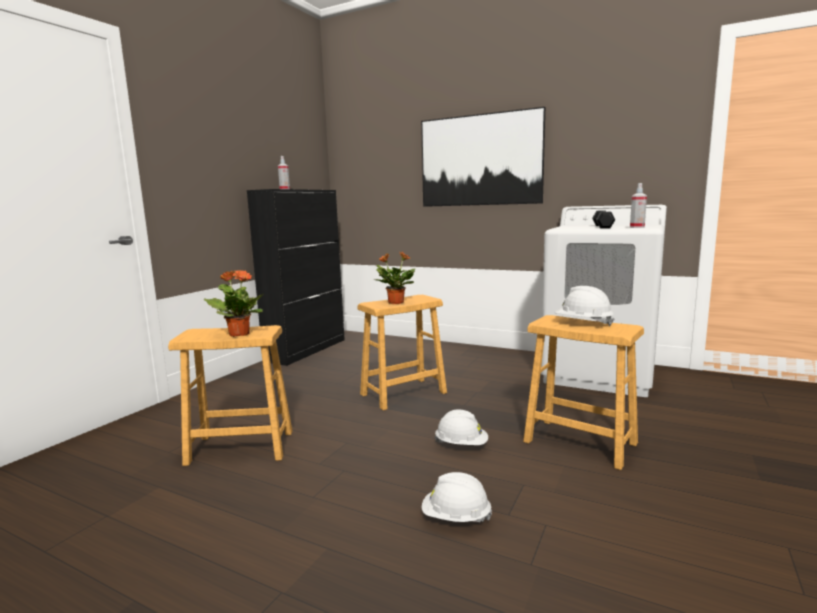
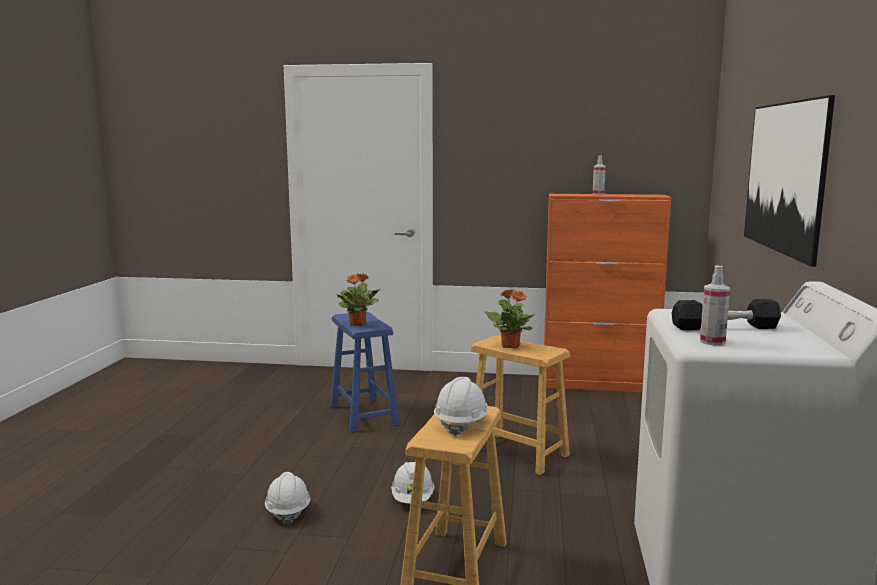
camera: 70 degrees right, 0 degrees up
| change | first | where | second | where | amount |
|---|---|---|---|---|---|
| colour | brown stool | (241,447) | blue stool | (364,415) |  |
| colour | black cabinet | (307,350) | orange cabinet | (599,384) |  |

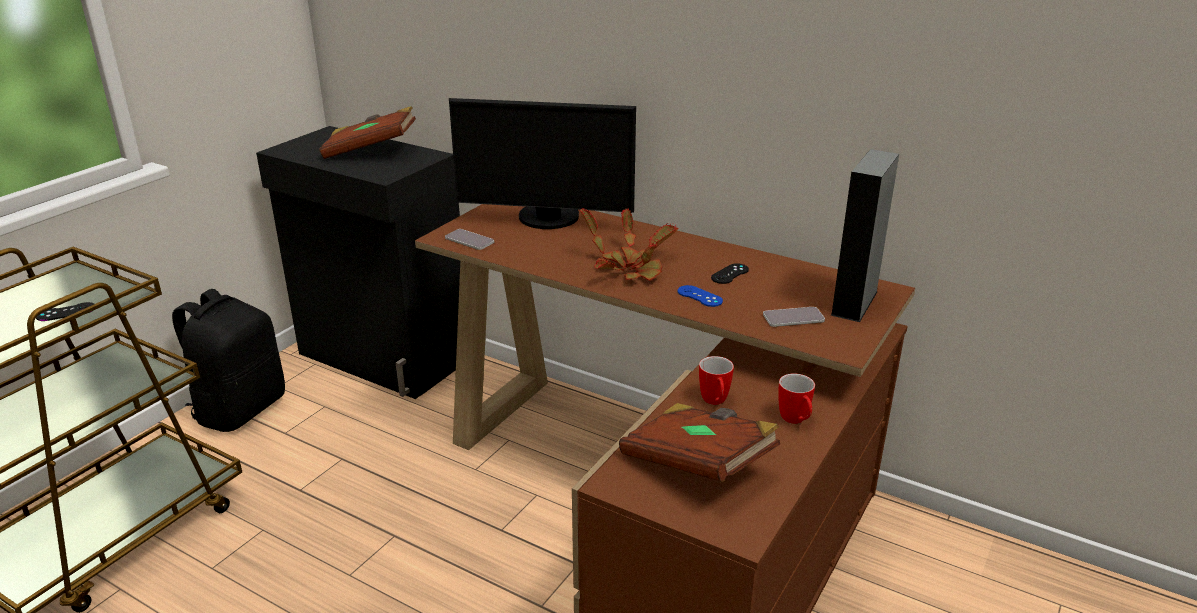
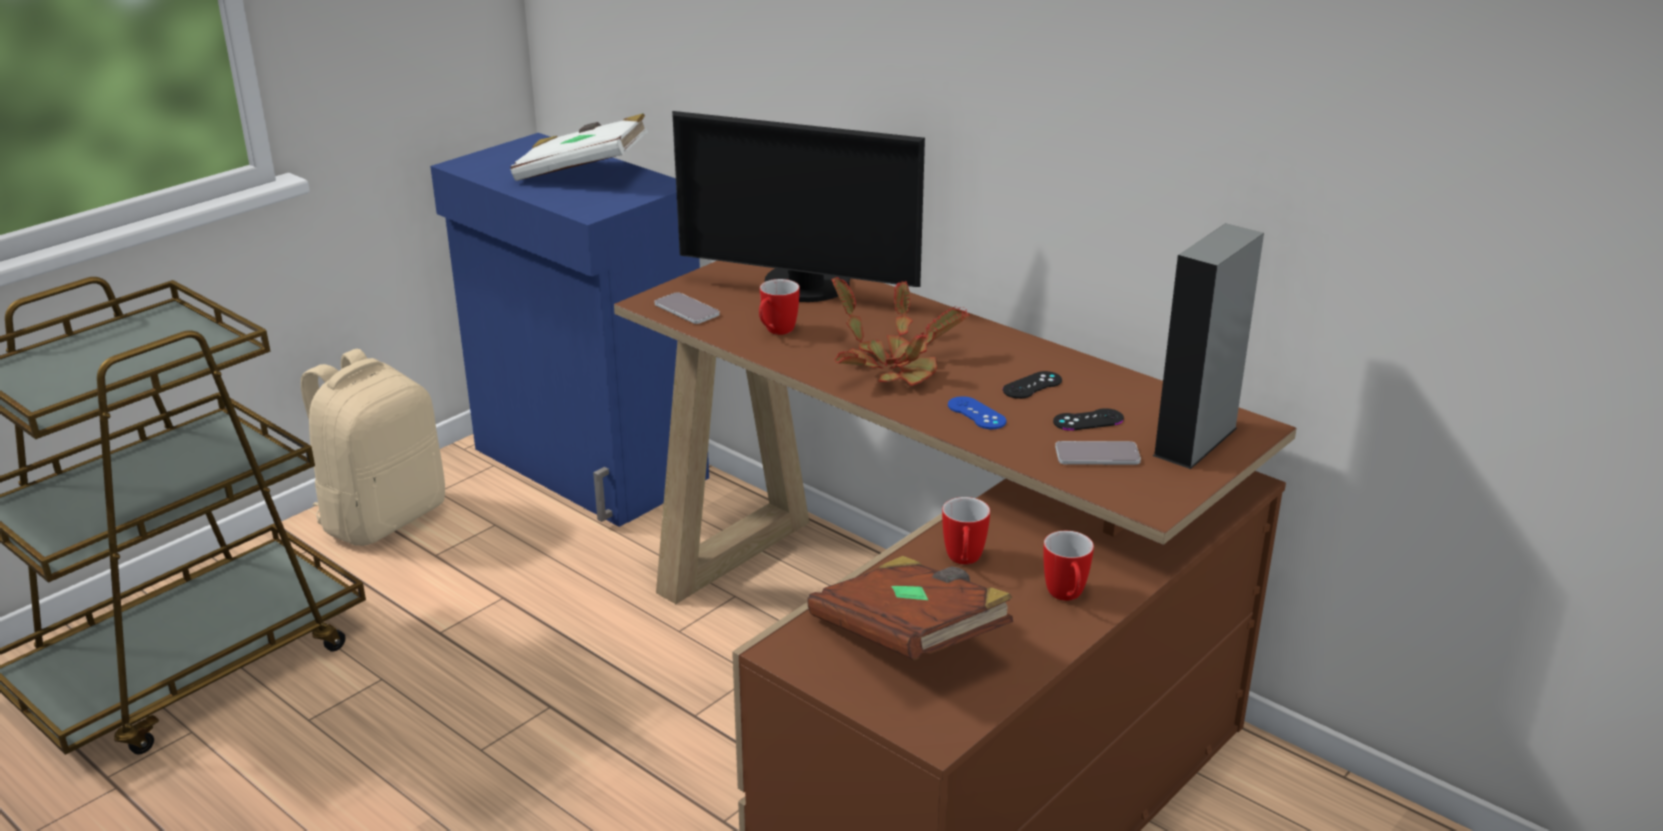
camera: 10 degrees right, 0 degrees up
| change | first | where | second | where | amount |
|---|---|---|---|---|---|
| colour | black backpack | (240,409) | beige backpack | (383,517) |  |
| colour | black cabinet | (383,358) | blue cabinet | (588,465) |  |
| colour | brown book | (370,151) | white book | (582,173) |  |
| appeared |  |  | mug | (776,332) |  |
| relocated | black game controller | (66,312) |  | (1088,420) |  |

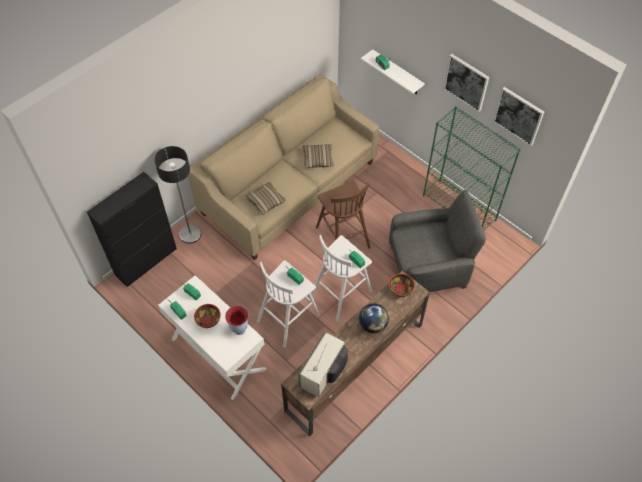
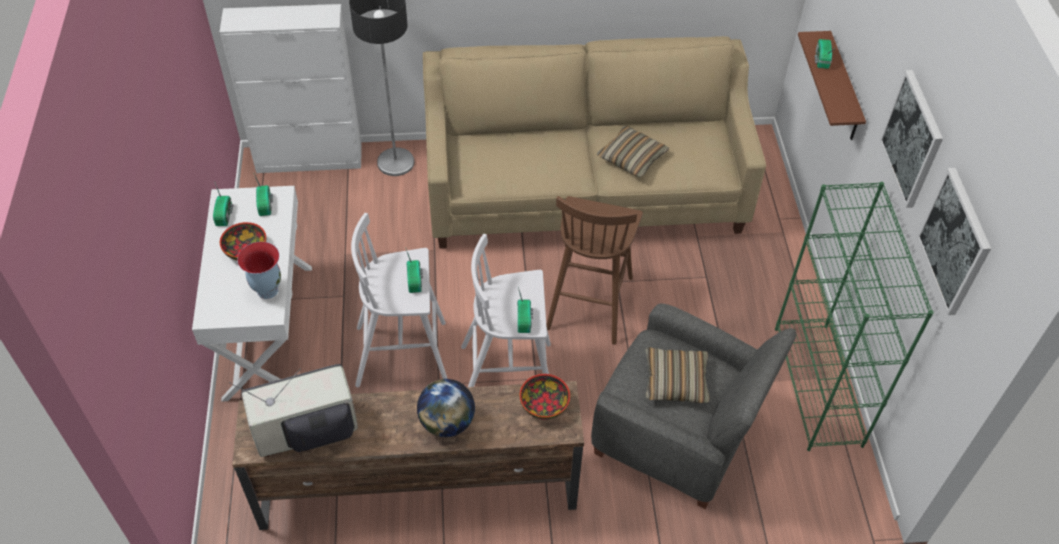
camera: 40 degrees right, 5 degrees down
| change | first | where | second | where | amount |
|---|---|---|---|---|---|
| colour | black cabinet | (146,261) | white cabinet | (310,159) |  |
| relocated | pillow | (265,201) |  | (675,381) |  |
| colour | white shelf | (397,73) | brown shelf | (843,89) |  |

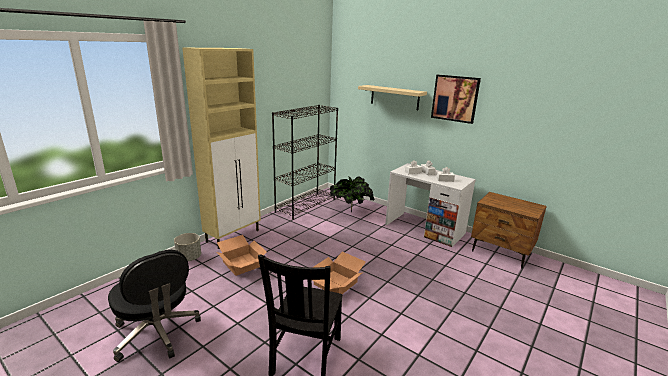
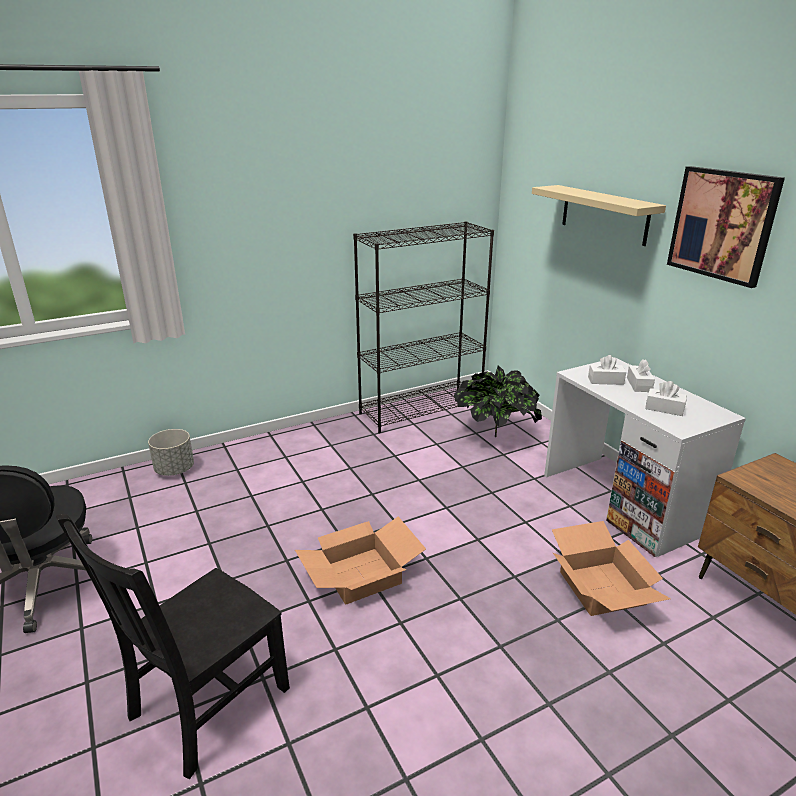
camera: 25 degrees right, 5 degrees up
| change | first | where | second | where | amount |
|---|---|---|---|---|---|
| relocated | cardboard box | (243,264) |  | (603,588) |  |
| missing | beige cabinet | (233,236) |  |  |  |

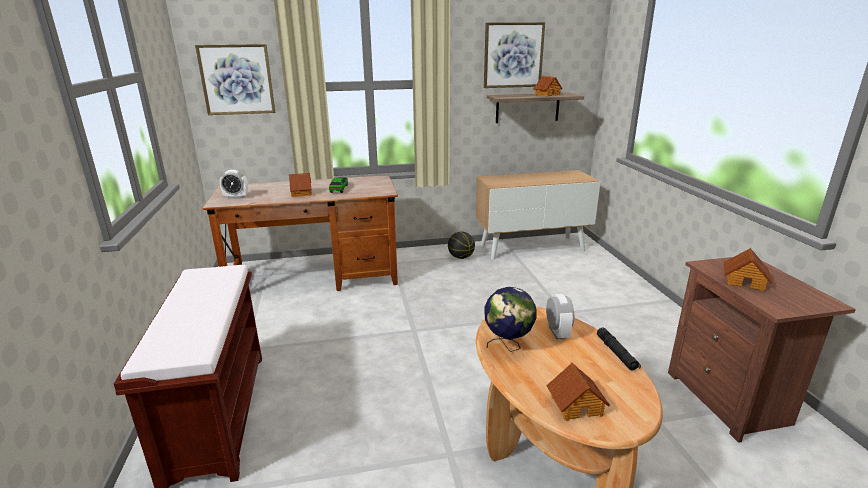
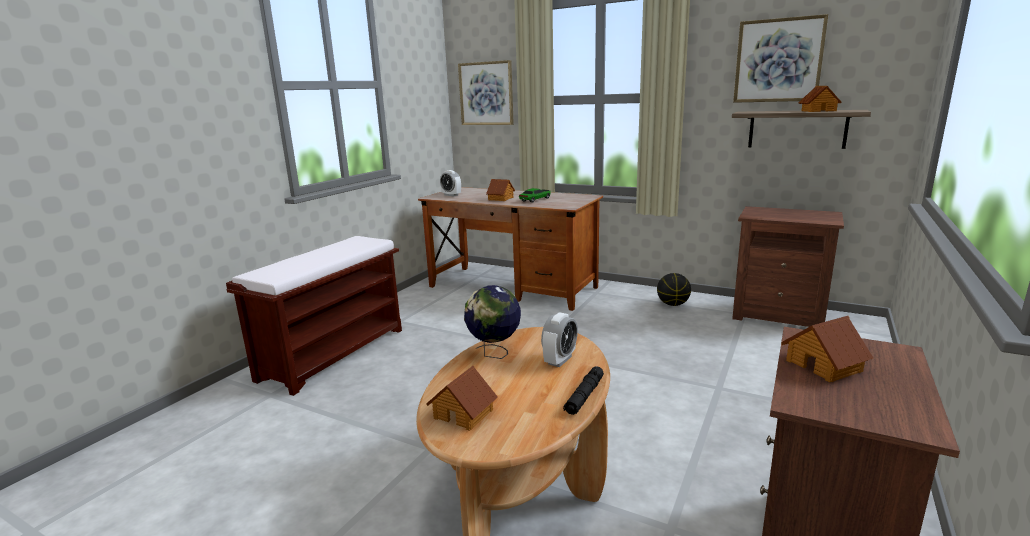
camera: 40 degrees right, 5 degrees down
| change | first | where | second | where | amount |
|---|---|---|---|---|---|
| exchanged | cabinet | (532,247) | brown nightstand | (779,315) |  |

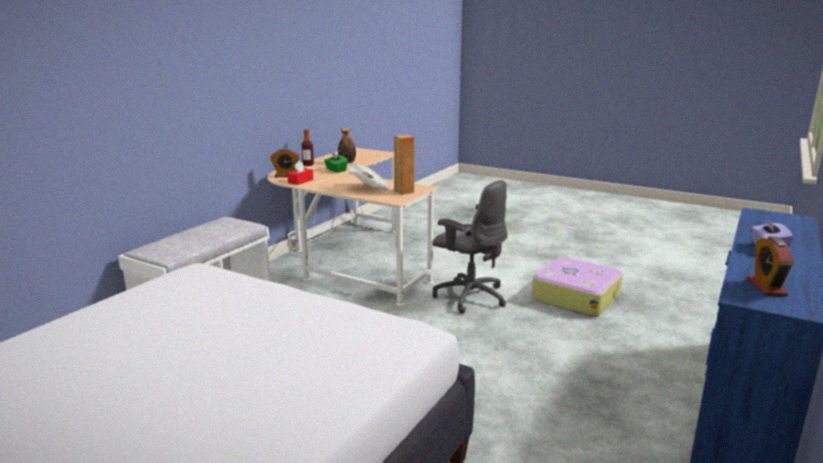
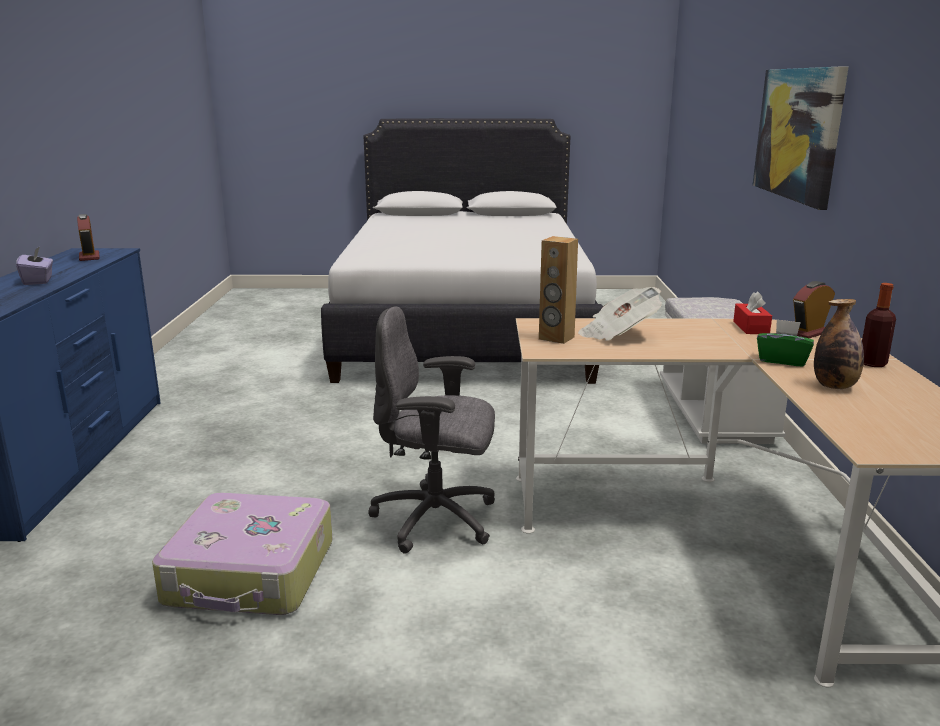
camera: 150 degrees right, 0 degrees up
| change | first | where | second | where | amount |
|---|---|---|---|---|---|
| appeared |  |  | picture | (797,134) |  |

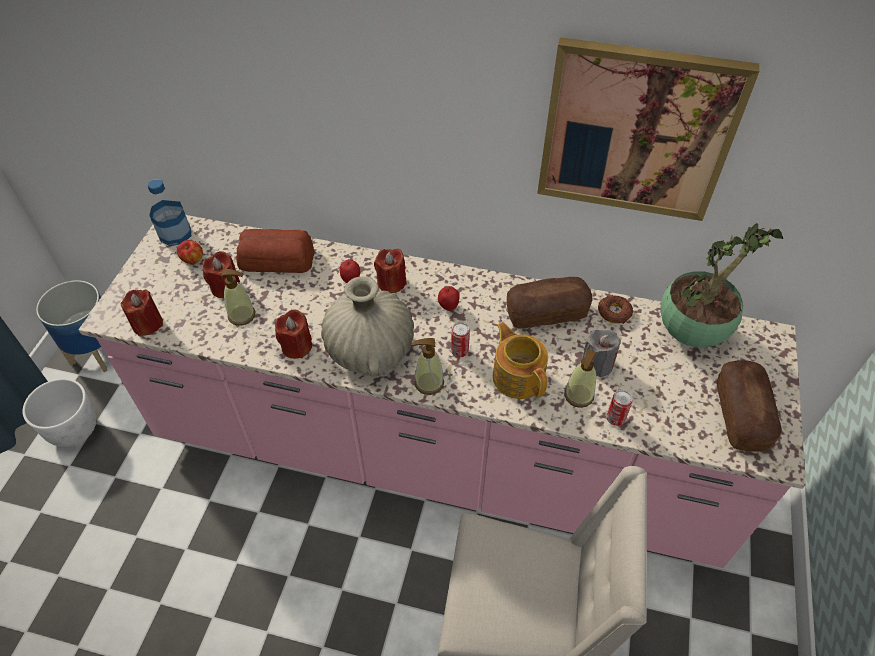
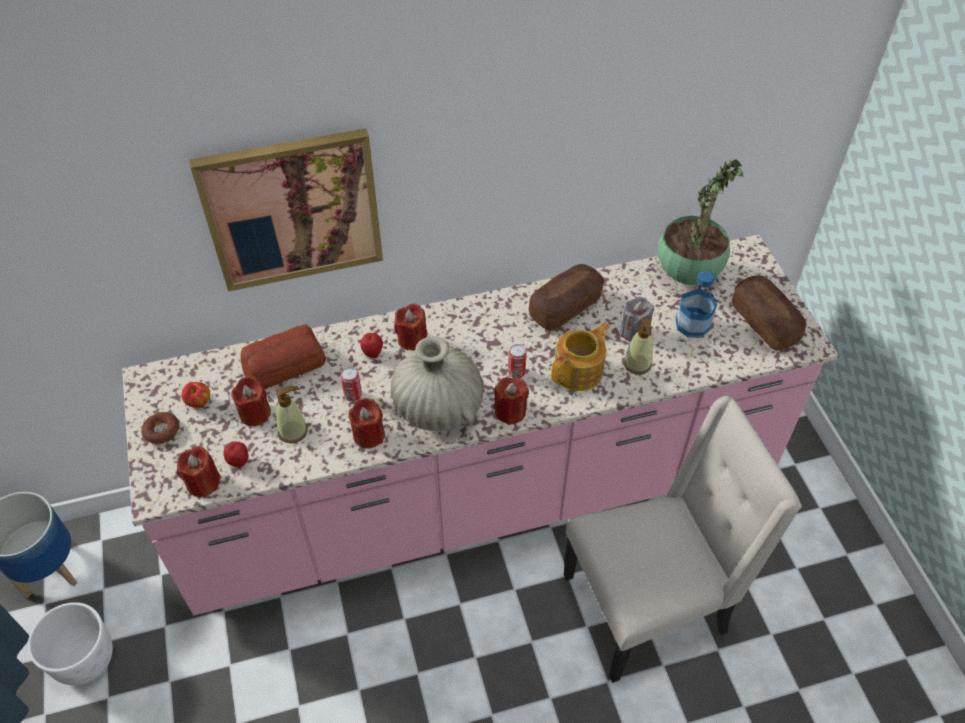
camera: 30 degrees left, 0 degrees up
| change | first | where | second | where | amount |
|---|---|---|---|---|---|
| relocated | donut | (614,312) |  | (162,431) |  |
| relocated | picture | (636,131) |  | (292,209) |  |
| relocated | apple | (448,307) |  | (239,462) |  |
| relocated | can | (615,418) |  | (353,395) |  |
| exchanged | soap dispenser | (428,383) | red candle | (510,411) |  |
| spun | teapot | (518,376) |  | (579,371) | 105 degrees clockwise |
| relocated | bottle | (175,234) |  | (692,325) |  |

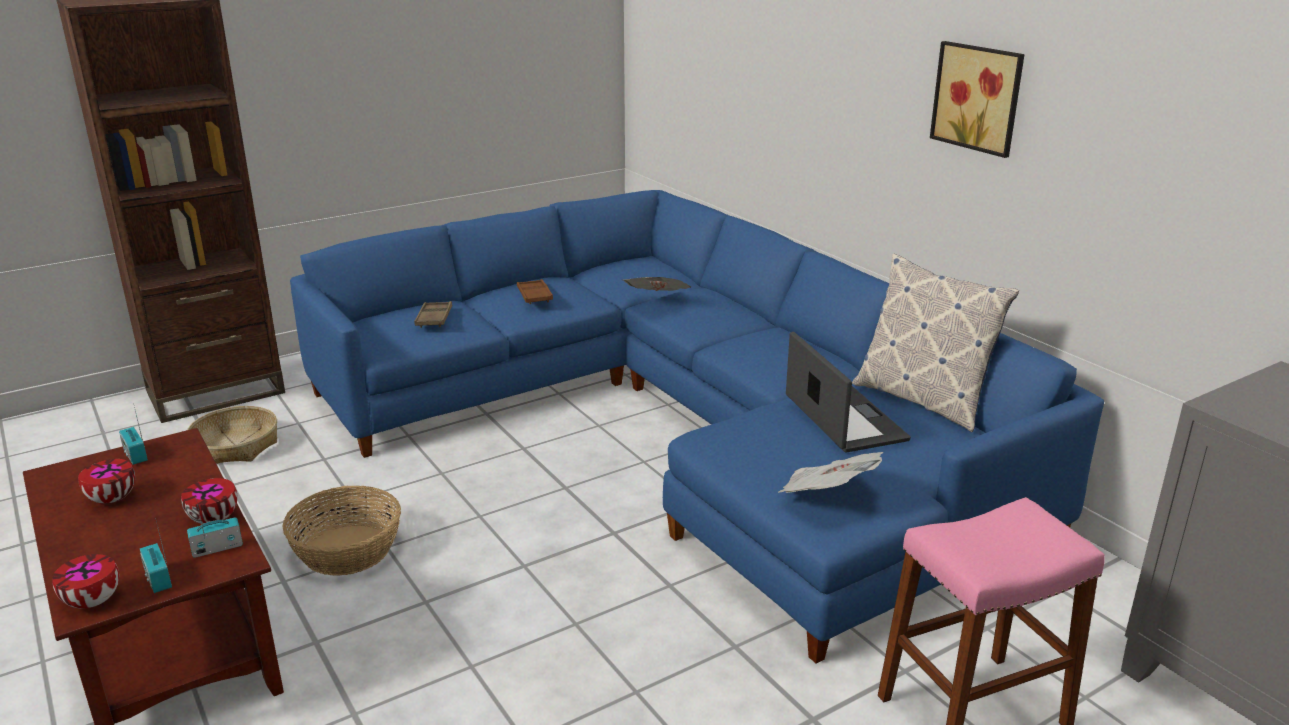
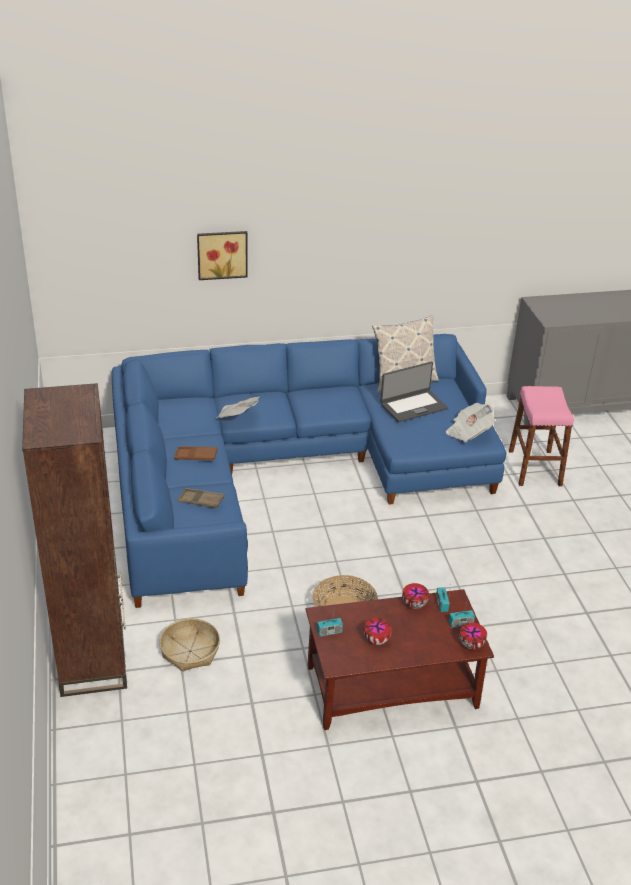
camera: 70 degrees left, 10 degrees up
| change | first | where | second | where | amount |
|---|---|---|---|---|---|
| relocated | picture | (979,97) |  | (222,254) |  |
| spun | laptop | (843,419) |  | (413,406) | 150 degrees clockwise |

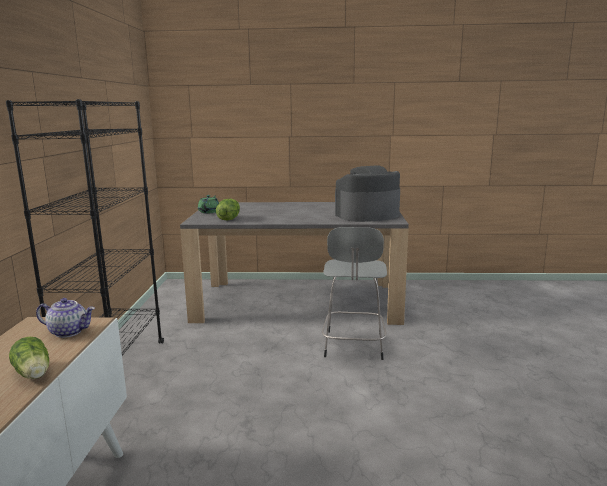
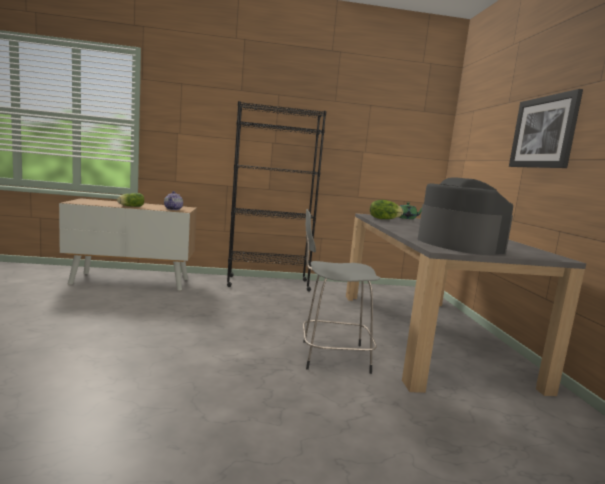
camera: 80 degrees right, 5 degrees down
| change | first | where | second | where | amount |
|---|---|---|---|---|---|
| appeared |  |  | picture | (543,132) |  |

